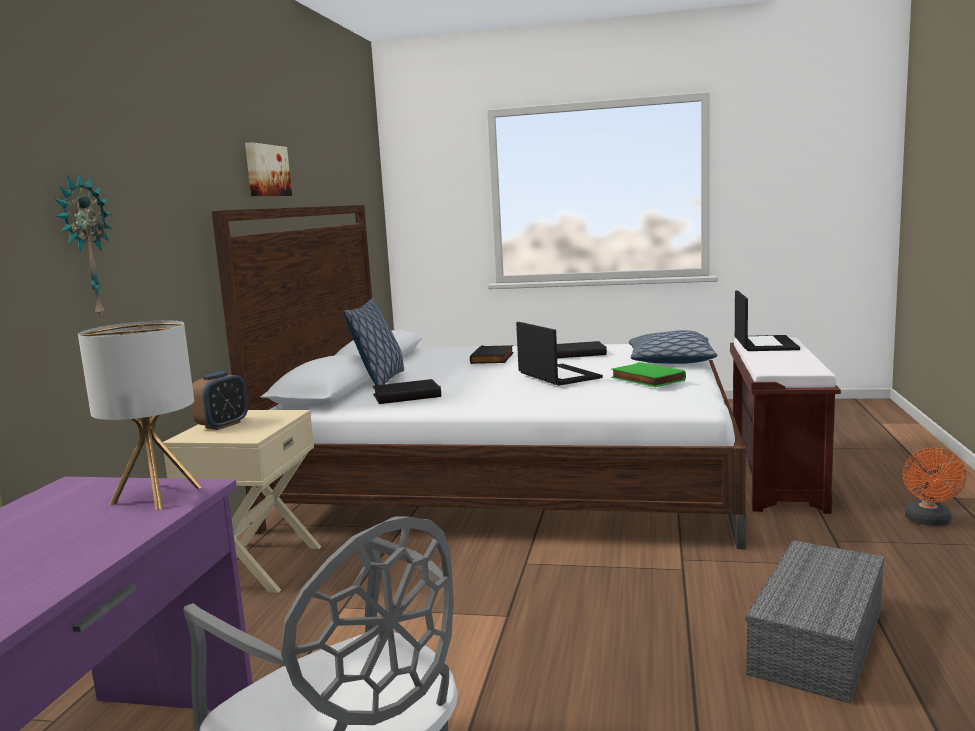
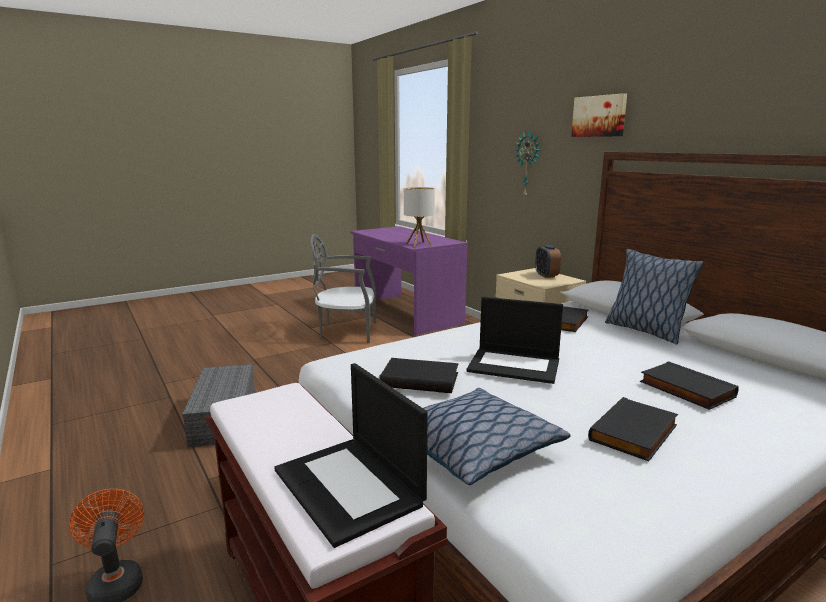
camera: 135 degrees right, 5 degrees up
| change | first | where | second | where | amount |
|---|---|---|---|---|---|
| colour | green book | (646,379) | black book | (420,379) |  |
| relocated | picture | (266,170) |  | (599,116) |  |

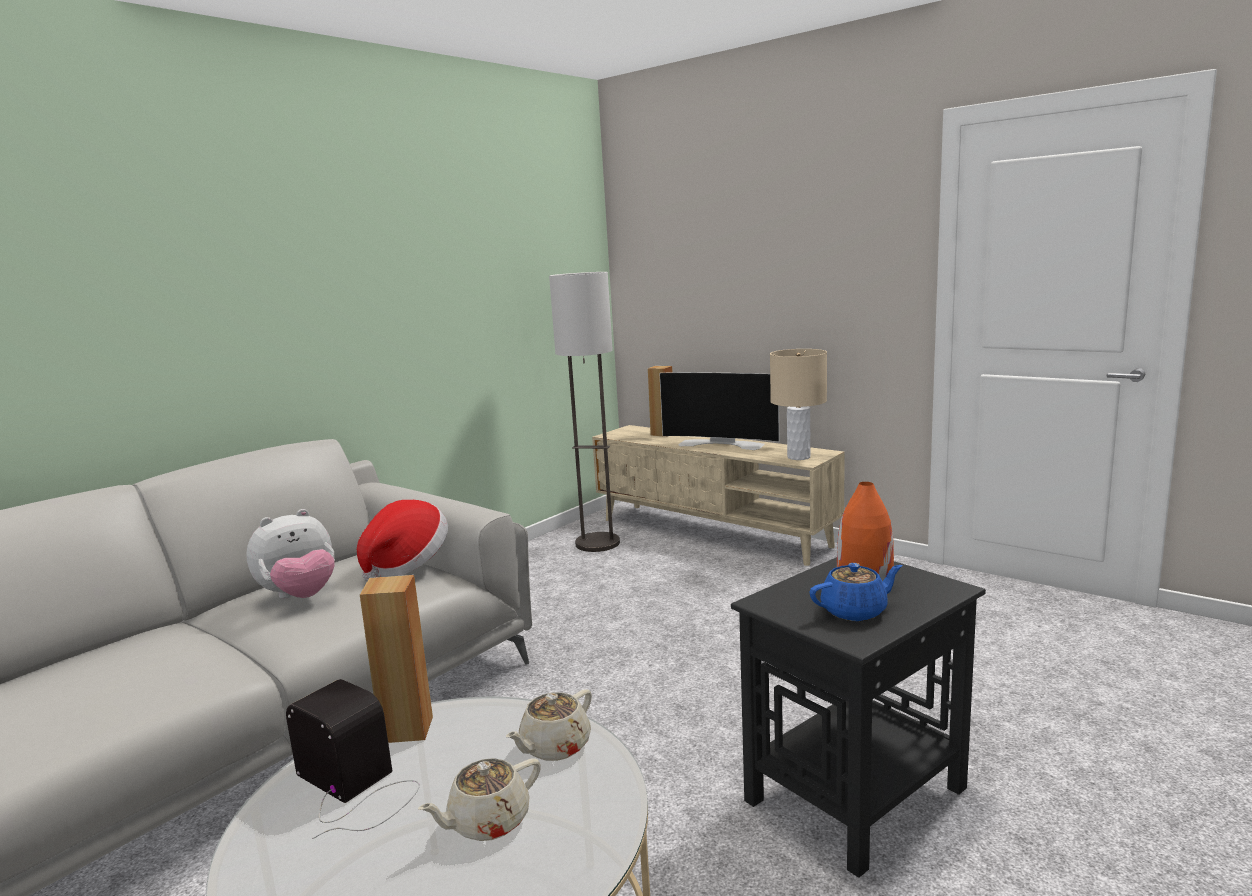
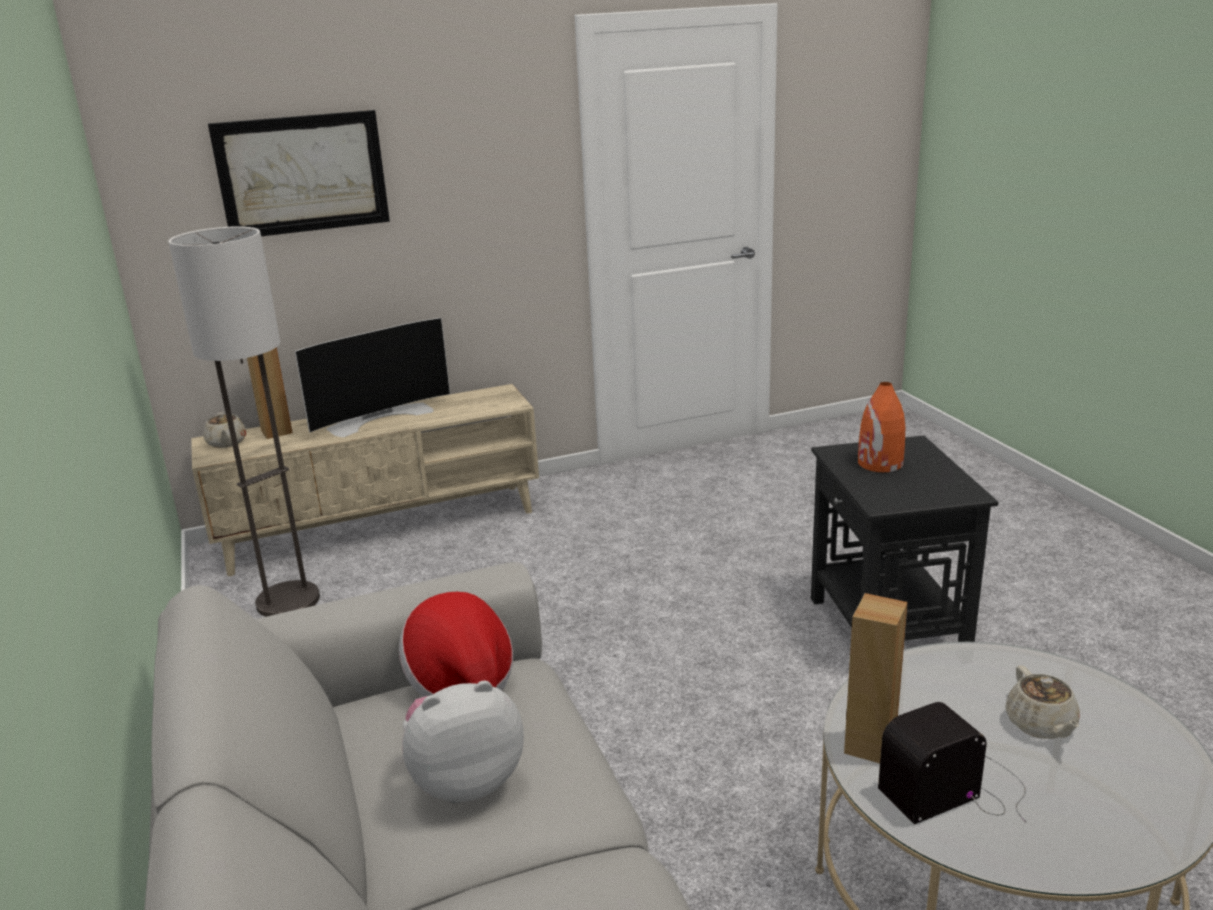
camera: 60 degrees left, 10 degrees up
| change | first | where | second | where | amount |
|---|---|---|---|---|---|
| relocated | beige teapot | (554,747) |  | (226,443) |  |
| appeared |  |  | picture | (302,174) |  |
| spun | plush toy | (300,596) |  | (465,780) | 105 degrees counterclockwise |
| missing | beige table lamp | (798,457) |  |  |  |
| missing | blue teapot | (855,611) |  |  |  |

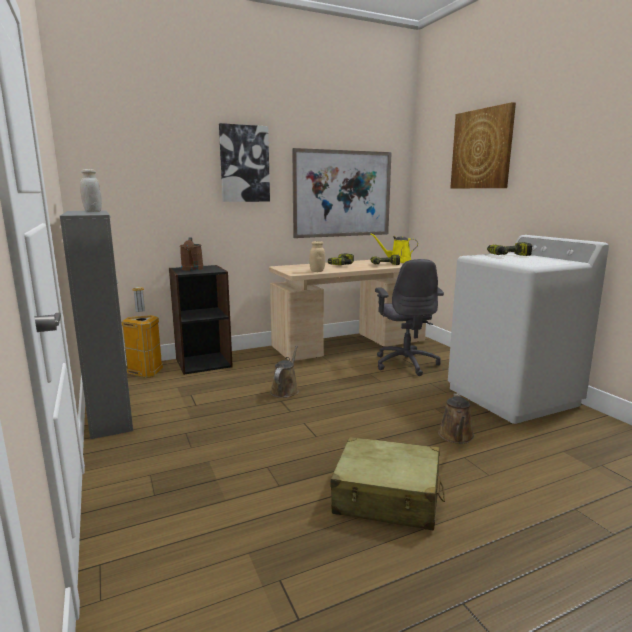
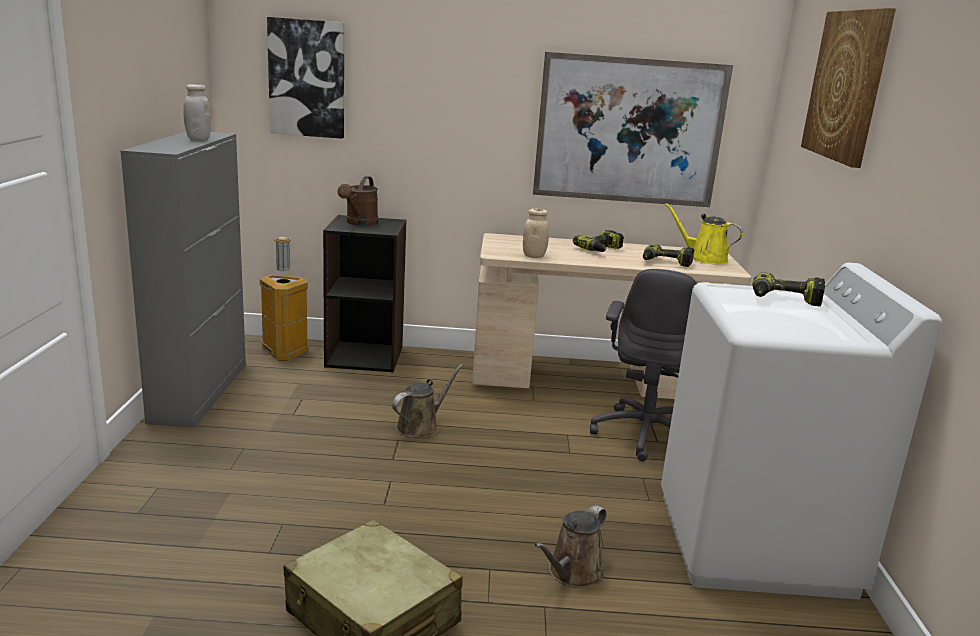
camera: 25 degrees right, 5 degrees up
| change | first | where | second | where | amount |
|---|---|---|---|---|---|
| relocated | picture | (244,164) |  | (307,78) |  |

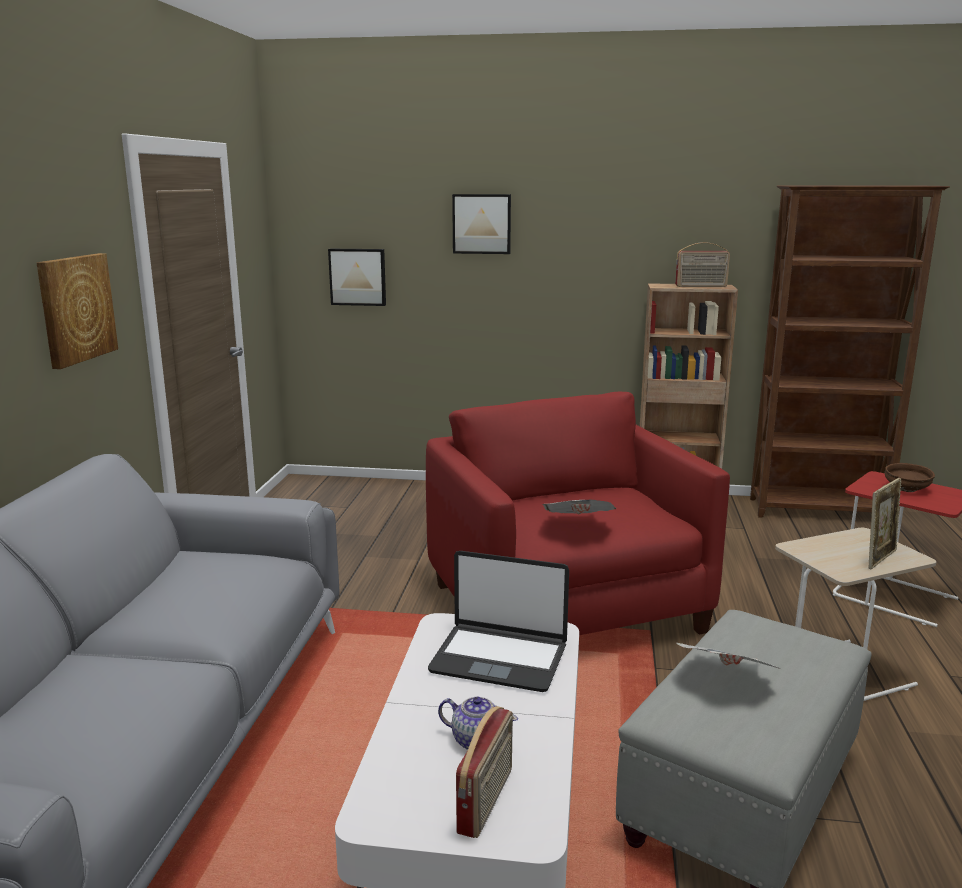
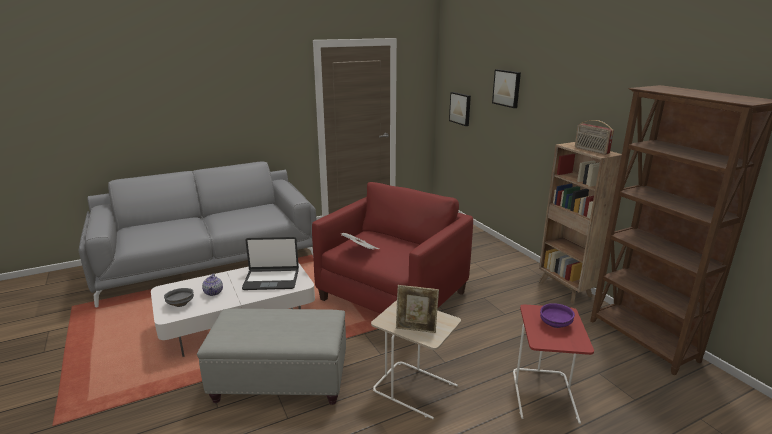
camera: 55 degrees right, 5 degrees up
| change | first | where | second | where | amount |
|---|---|---|---|---|---|
| exchanged | radio | (487,801) | grey bowl | (180,304) |  |
| spun | laptop | (499,658) |  | (271,280) | 75 degrees counterclockwise |
| colour | brown bowl | (906,489) | purple bowl | (554,324) |  |
| missing | picture | (76,308) |  |  |  |
| missing | newspaper | (726,679) |  |  |  |

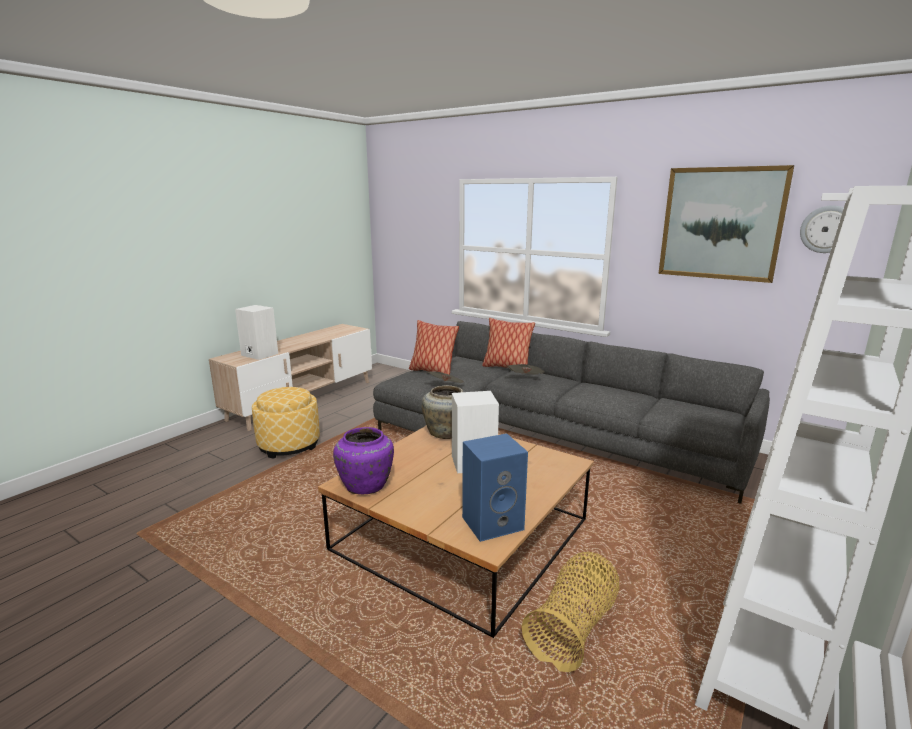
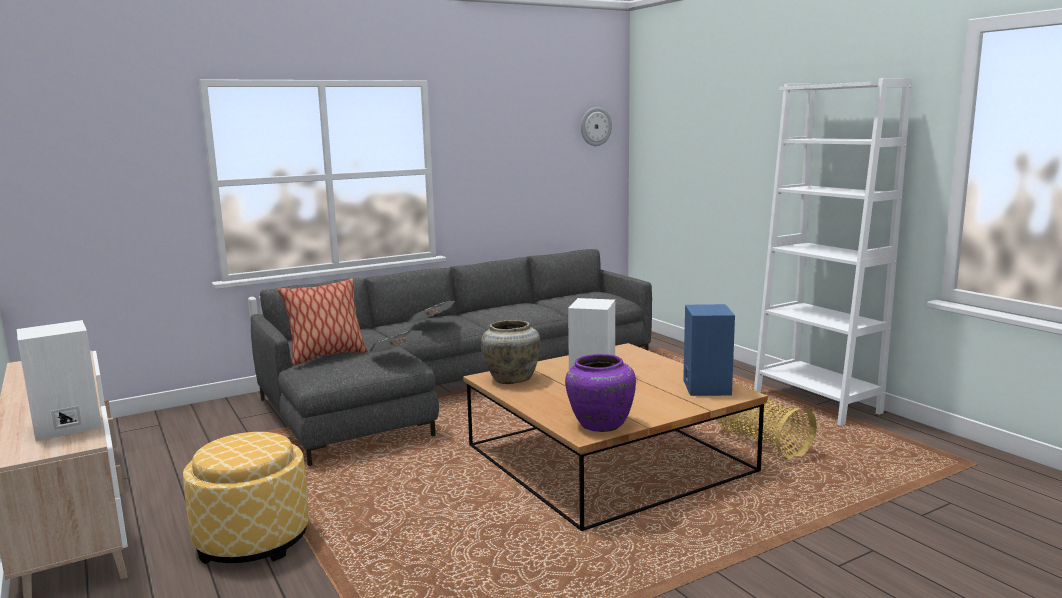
camera: 65 degrees left, 5 degrees down
| change | first | where | second | where | amount |
|---|---|---|---|---|---|
| missing | pillow | (506,368) |  |  |  |
| missing | picture | (721,224) |  |  |  |

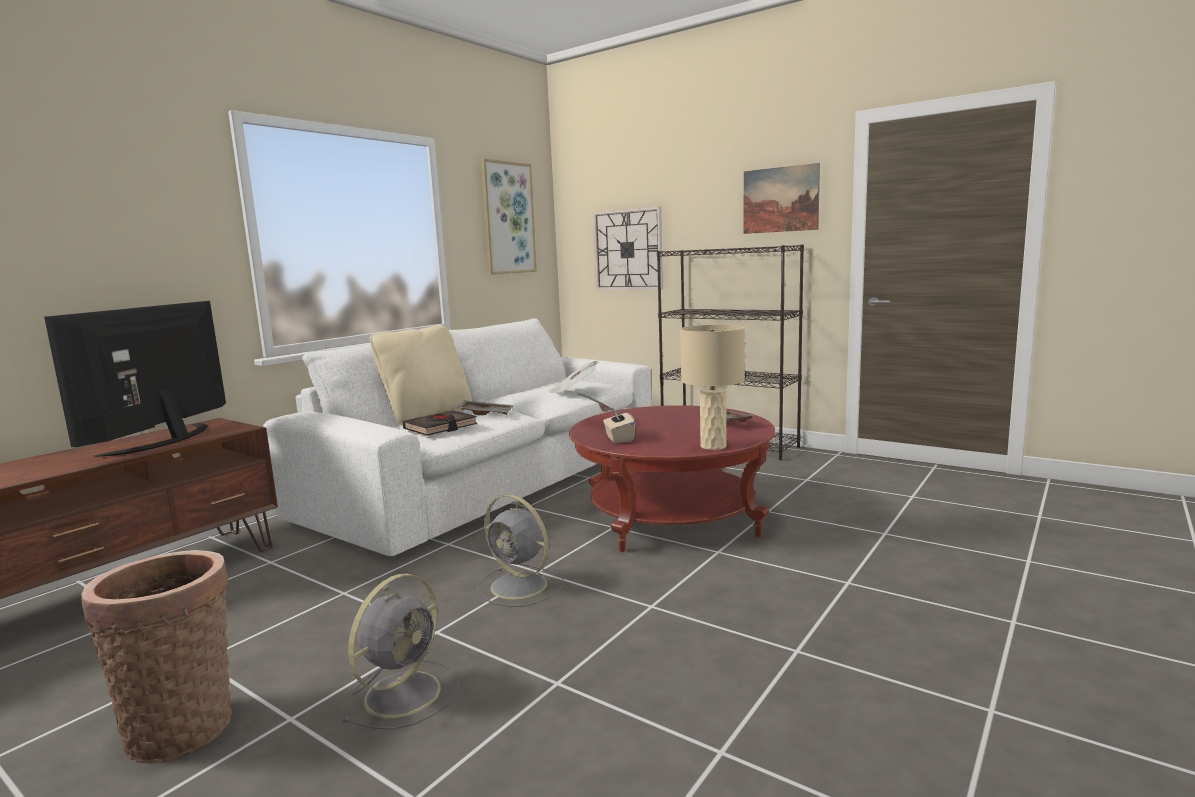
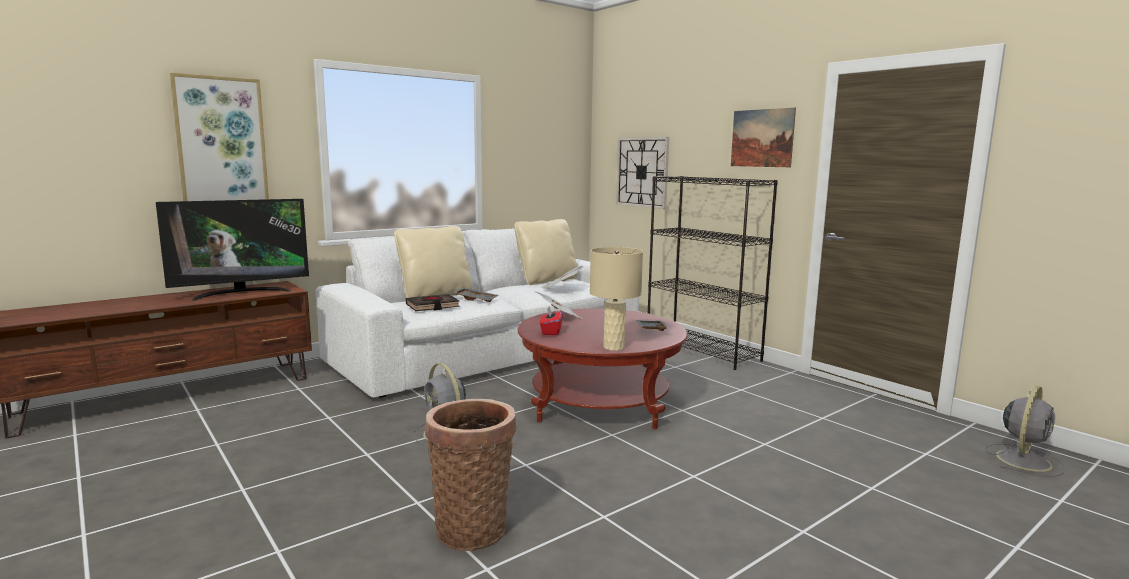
camera: 15 degrees right, 0 degrees up
| change | first | where | second | where | amount |
|---|---|---|---|---|---|
| spun | television | (168,440) |  | (241,293) | 150 degrees counterclockwise |
| relocated | picture | (508,218) |  | (221,141) |  |
| relocated | basket | (183,725) |  | (473,527) |  |
| appeared |  |  | beige pillow | (546,280) |  |
| colour | beige tissue box | (619,438) | red tissue box | (551,332) |  |
| relocated | grey fan | (405,692) |  | (1024,460) |  |

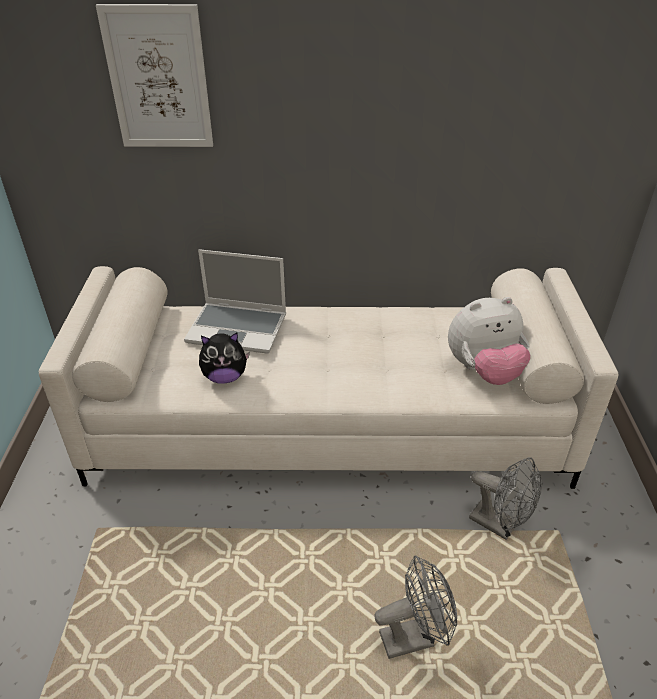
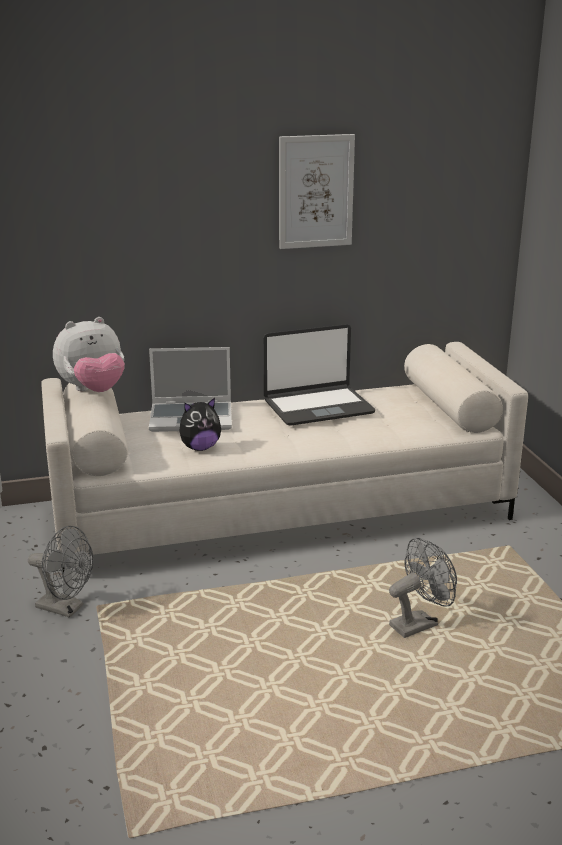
camera: 15 degrees left, 15 degrees down
| change | first | where | second | where | amount |
|---|---|---|---|---|---|
| relocated | grey fan | (500,525) |  | (66,608) |  |
| relocated | plush toy | (484,371) |  | (93,391) |  |
| appeared |  |  | laptop | (318,407) |  |
| relocated | picture | (158,79) |  | (316,192) |  |

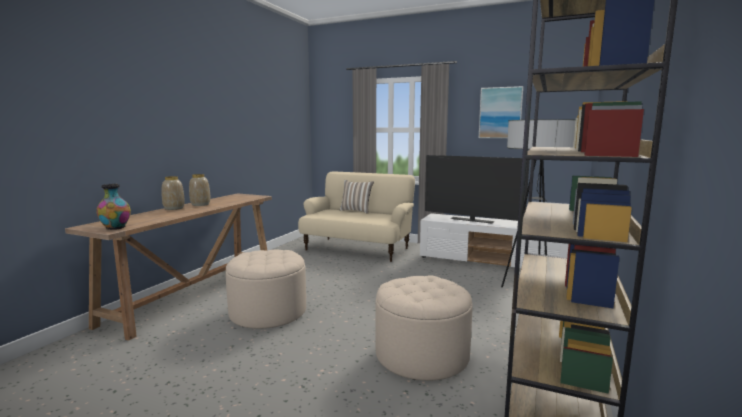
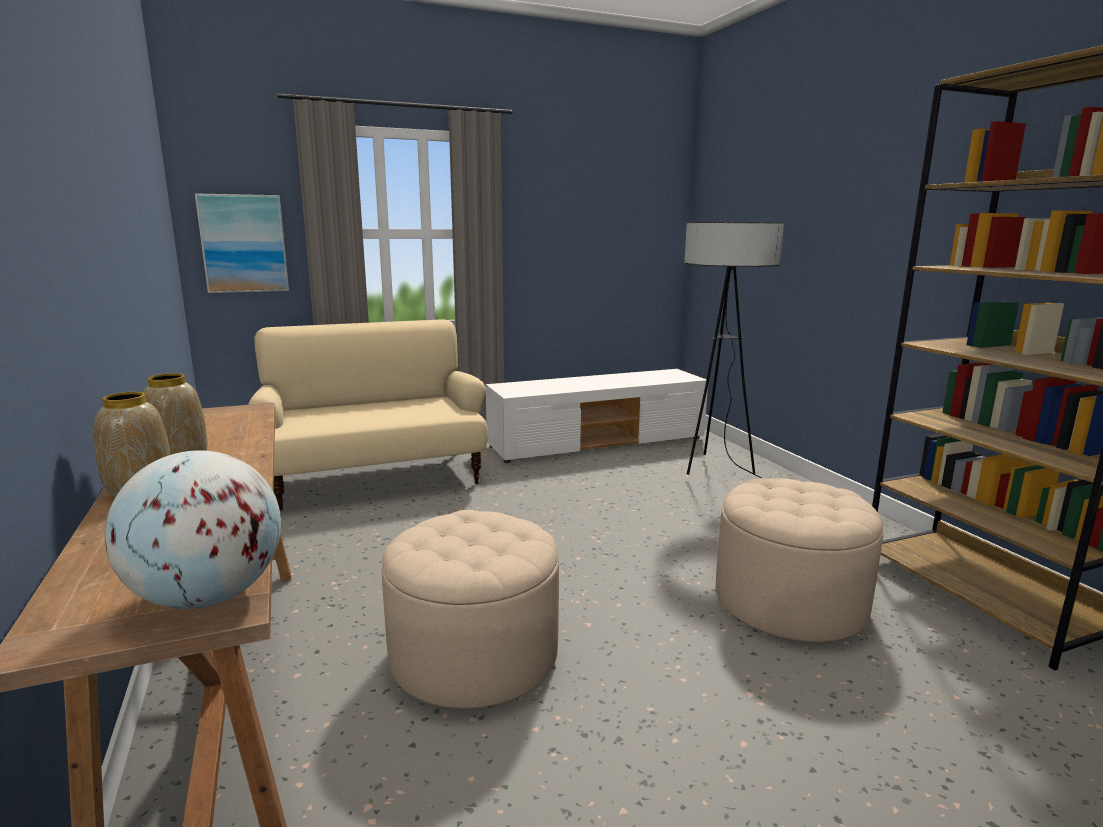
camera: 45 degrees left, 5 degrees up
| change | first | where | second | where | amount |
|---|---|---|---|---|---|
| exchanged | vase | (115,228) | globe | (207,597) |  |
| relocated | picture | (500,113) |  | (244,243) |  |
| missing | pillow | (356,211) |  |  |  |
| missing | television | (472,220) |  |  |  |

